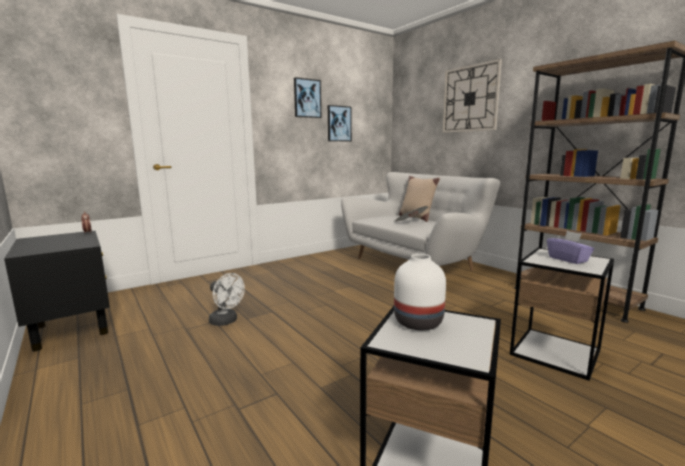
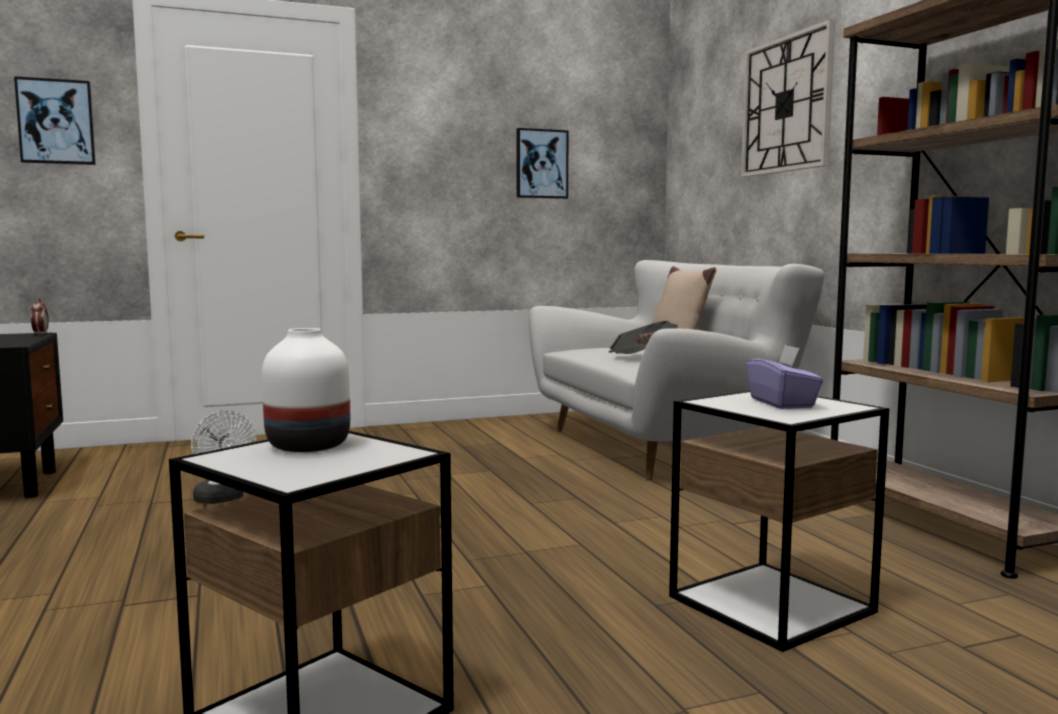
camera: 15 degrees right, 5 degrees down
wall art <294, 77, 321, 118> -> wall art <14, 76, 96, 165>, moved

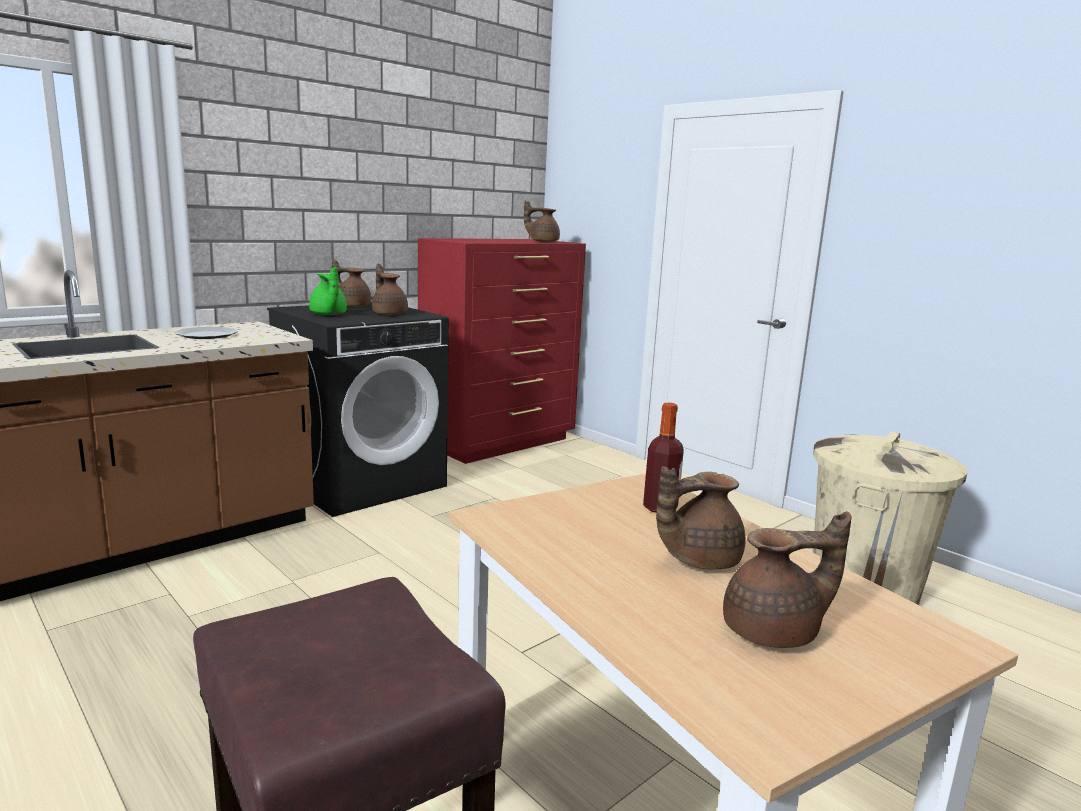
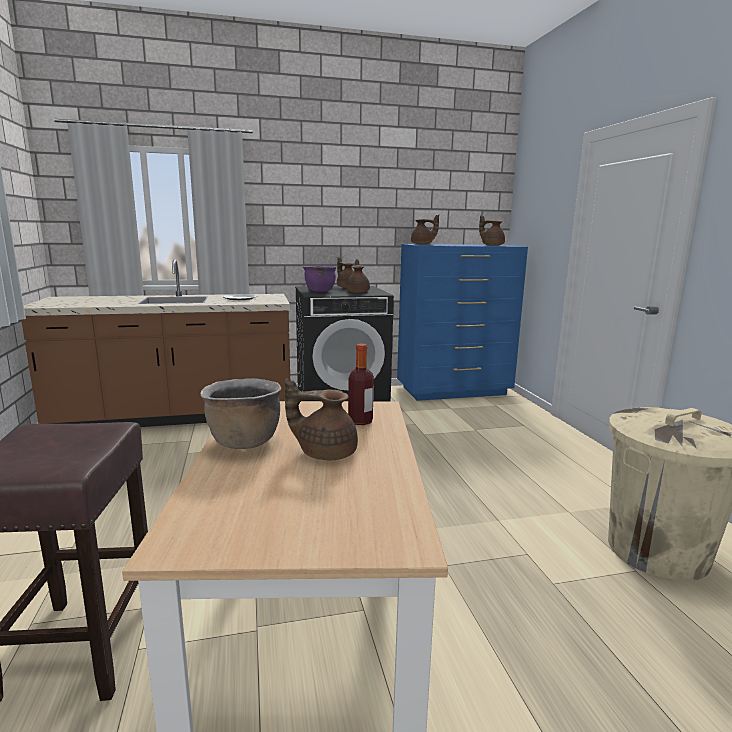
camera: 30 degrees right, 0 degrees up
none -> brown-coloured stockpot <200, 378, 281, 449>
green-coloured teapot <309, 267, 347, 315> -> purple stockpot <303, 266, 336, 292>
red chest of drawers <418, 238, 586, 464> -> bluish chest of drawers <397, 244, 528, 401>
brown-coloured teapot <723, 511, 852, 648> -> brown-coloured teapot <411, 214, 439, 244>, moved

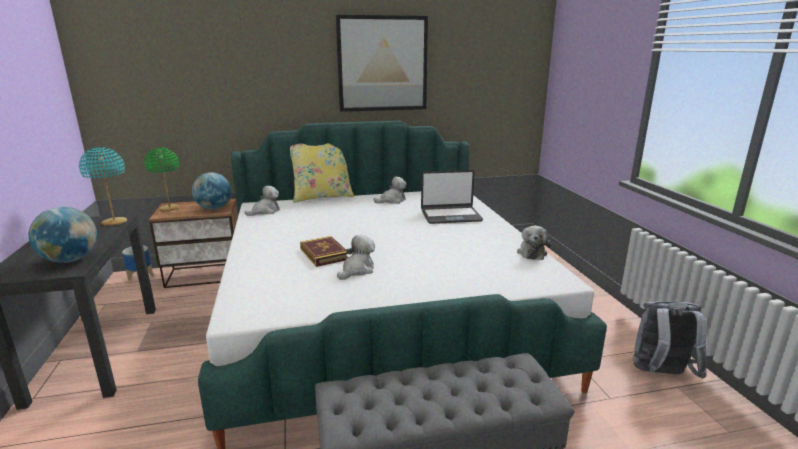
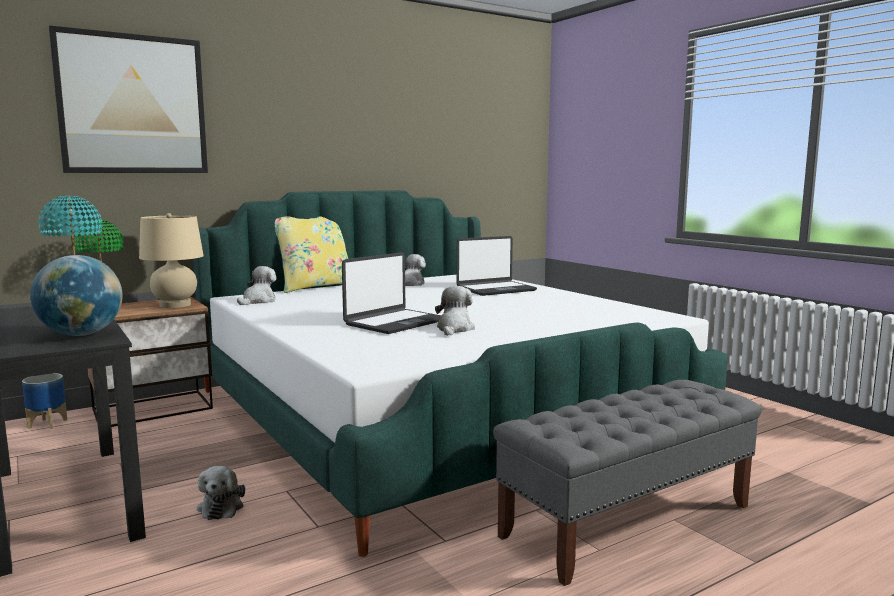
camera: 20 degrees left, 10 degrees down
wall art <336, 15, 428, 112> -> wall art <48, 26, 208, 173>, moved
world globe <192, 172, 232, 210> -> beige-coloured tabletop lamp <139, 213, 204, 308>
cuddly toy <517, 226, 551, 260> -> cuddly toy <197, 466, 245, 520>, moved
volume <300, 236, 348, 267> -> notebook computer <342, 252, 441, 334>
grey rucksack <633, 301, 707, 379> -> none

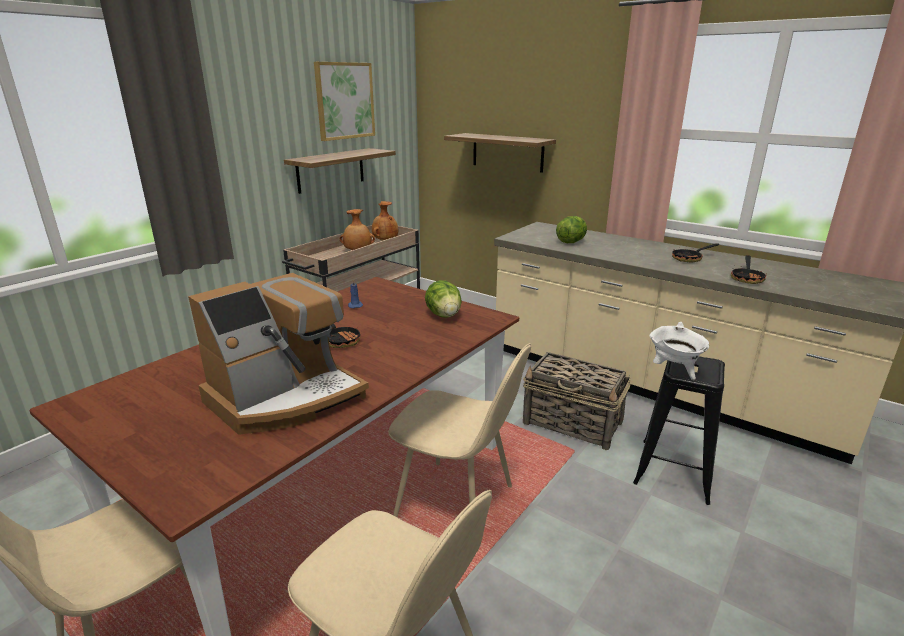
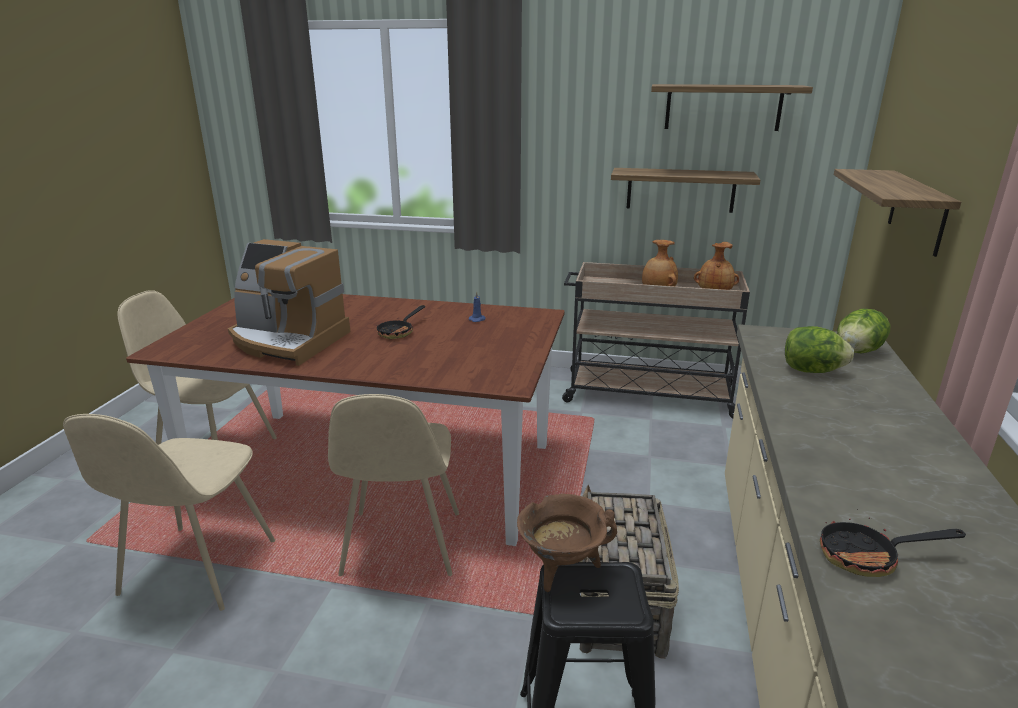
camera: 65 degrees right, 0 degrees up
white stockpot <650, 322, 709, 380> -> brown-coloured stockpot <517, 494, 617, 592>
wall art <314, 62, 375, 141> -> shelf <651, 84, 813, 131>
head of lettuce <425, 280, 462, 317> -> head of lettuce <837, 309, 890, 353>, moved
skillet <672, 243, 719, 262> -> none

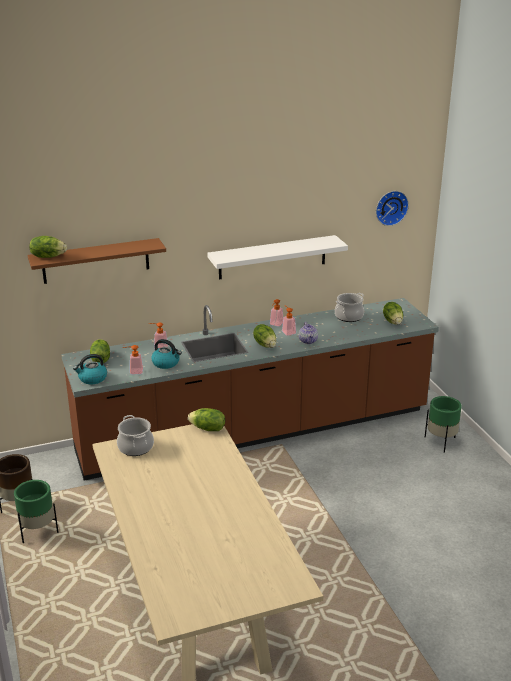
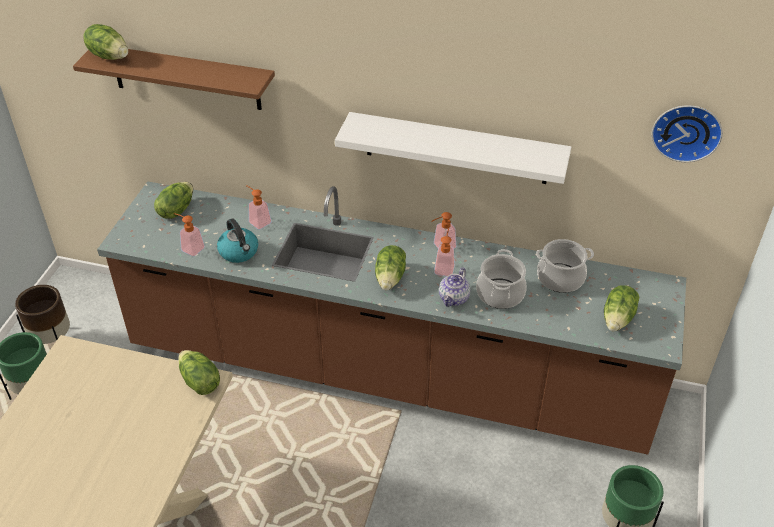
camera: 35 degrees right, 15 degrees up
stockpot <117, 415, 154, 456> -> stockpot <476, 249, 527, 309>, moved
tea kettle <73, 354, 107, 384> -> none

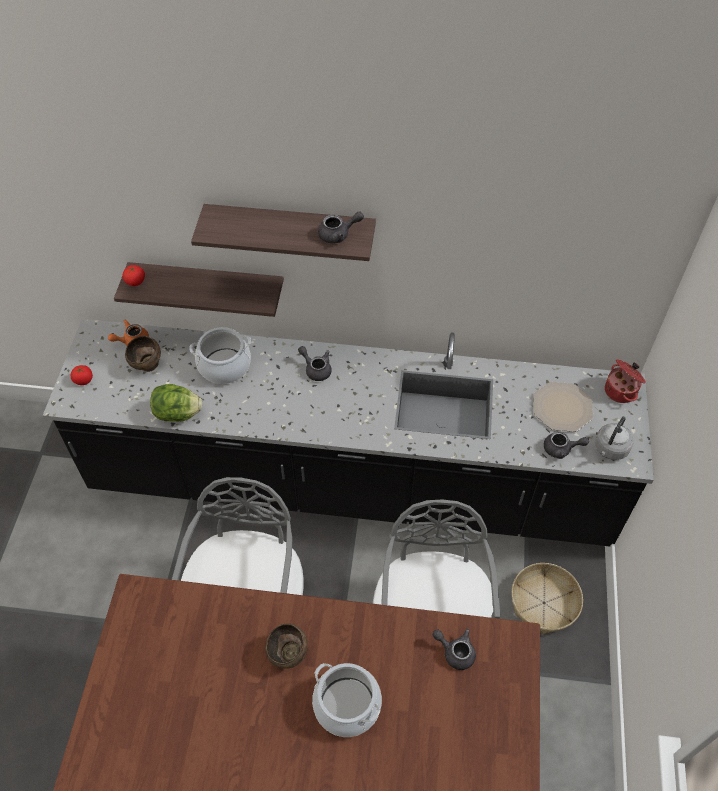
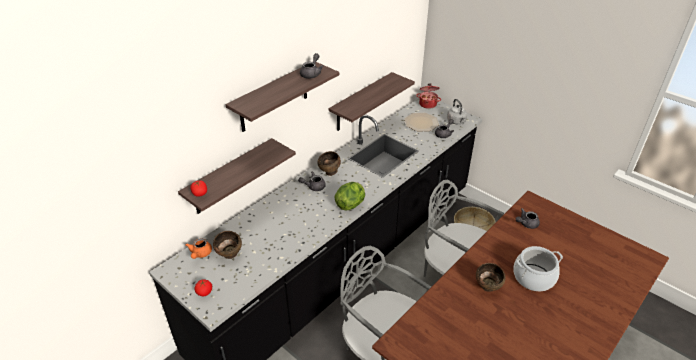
camera: 55 degrees left, 15 degrees down
none -> brown-coloured serving bowl <317, 151, 341, 176>
none -> shelf <329, 72, 415, 131>
head of lettuce <150, 384, 202, 422> -> head of lettuce <334, 182, 365, 211>, moved
stockpot <189, 327, 251, 384> -> none

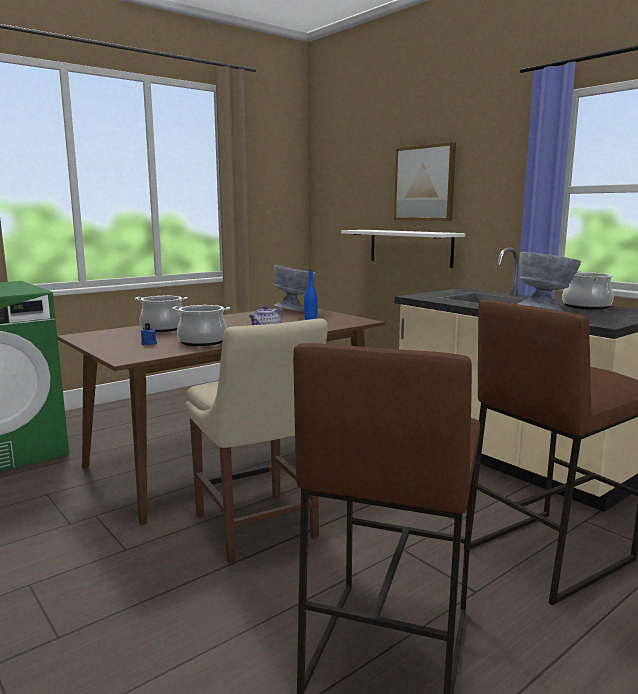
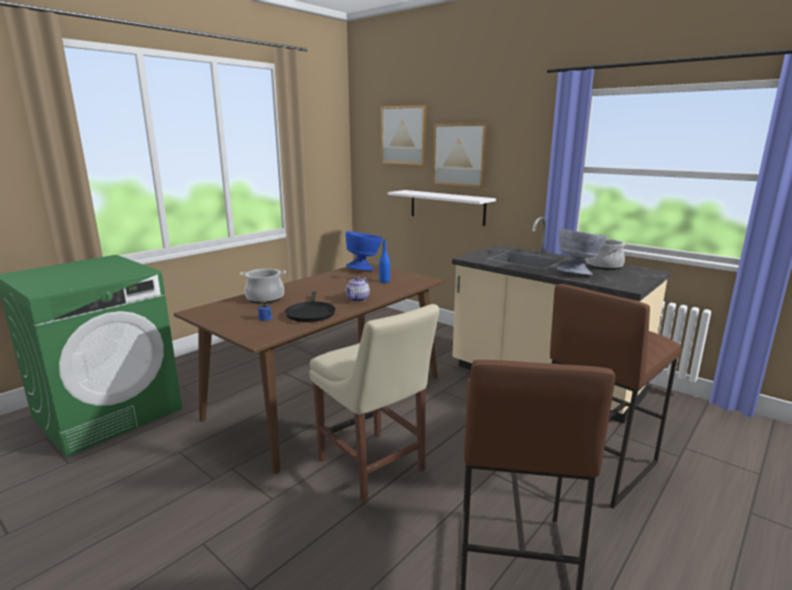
camera: 10 degrees left, 5 degrees up
stockpot <172, 305, 230, 346> -> black skillet <285, 291, 336, 322>
grey serving bowl <274, 265, 318, 311> -> bluish serving bowl <346, 231, 383, 271>
none -> wall art <381, 105, 427, 165>

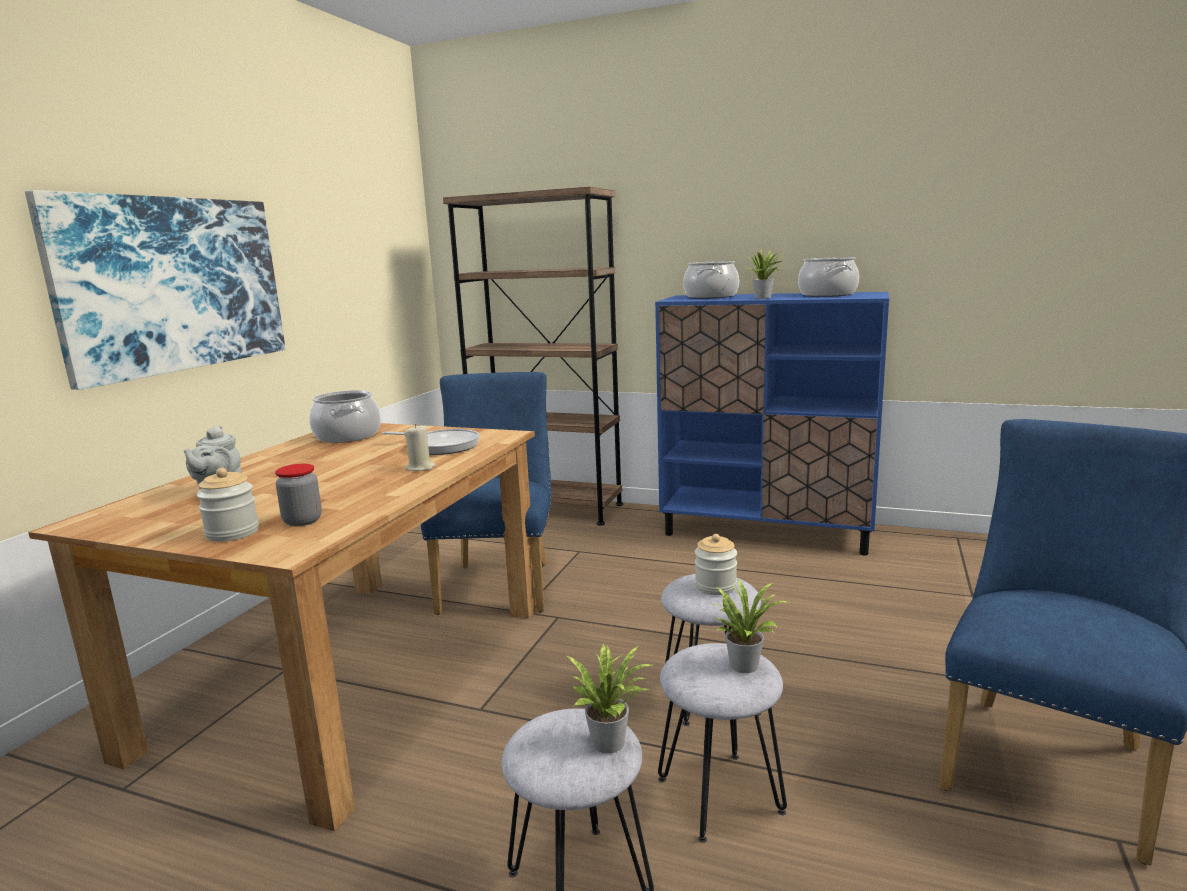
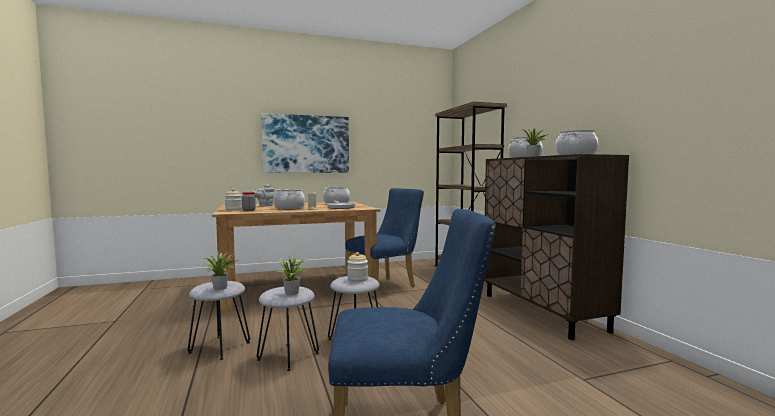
camera: 50 degrees right, 10 degrees down
none -> stockpot <273, 189, 305, 210>
bluish cabinet <655, 292, 889, 555> -> brown-coloured cabinet <484, 154, 629, 340>

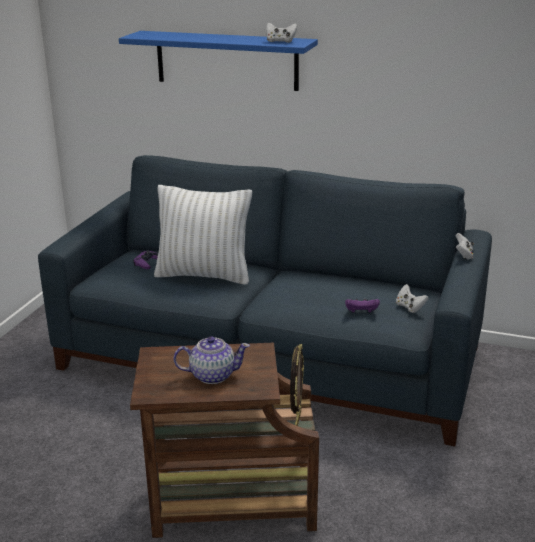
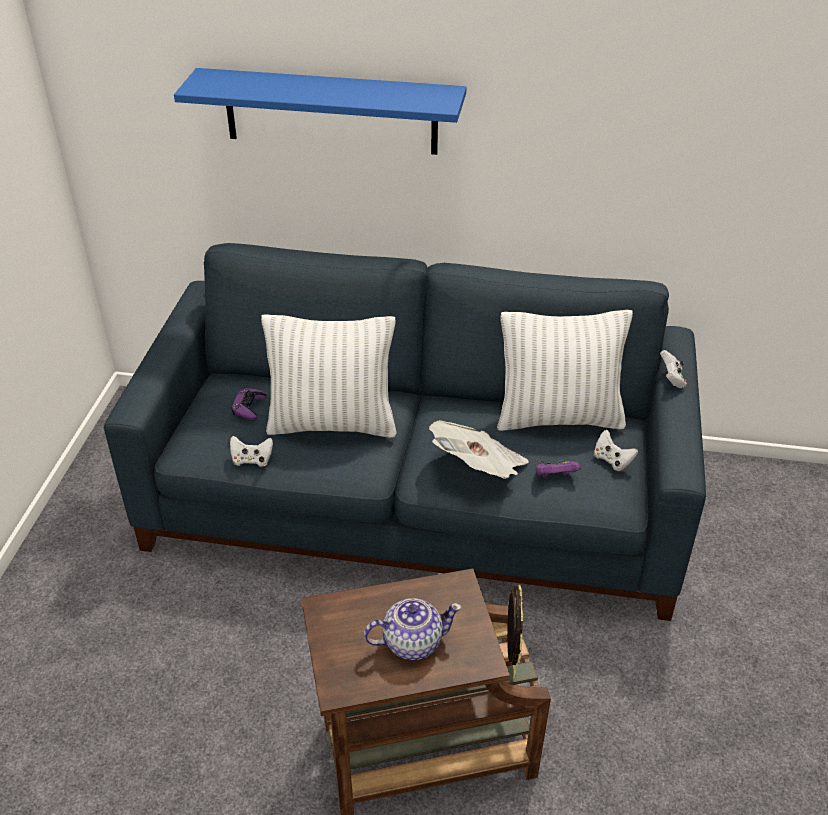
camera: 10 degrees left, 15 degrees up
white game controller <266, 23, 297, 43> -> white game controller <230, 436, 273, 467>, moved
none -> printed paper <429, 420, 529, 479>
none -> white pillow <497, 310, 633, 431>

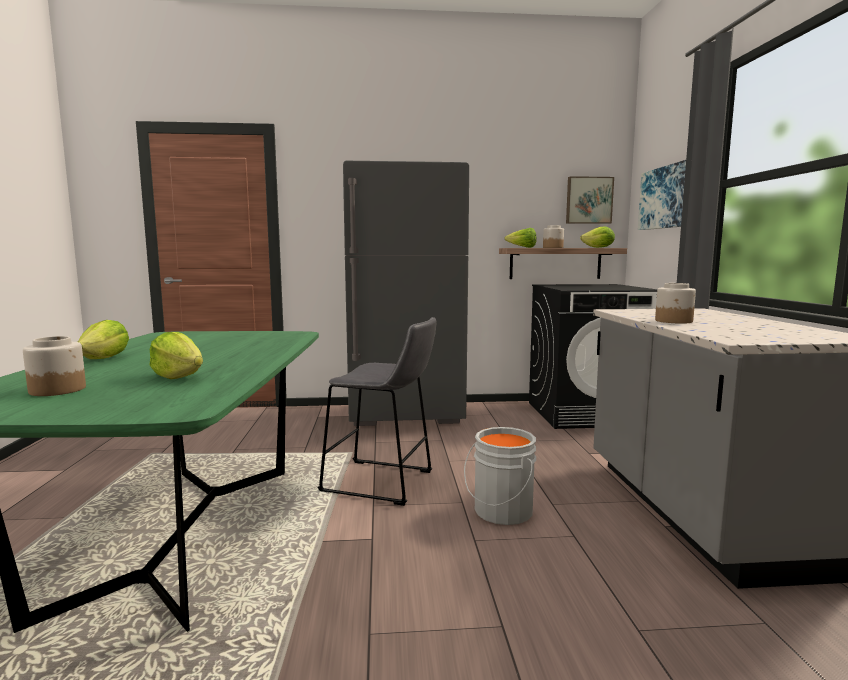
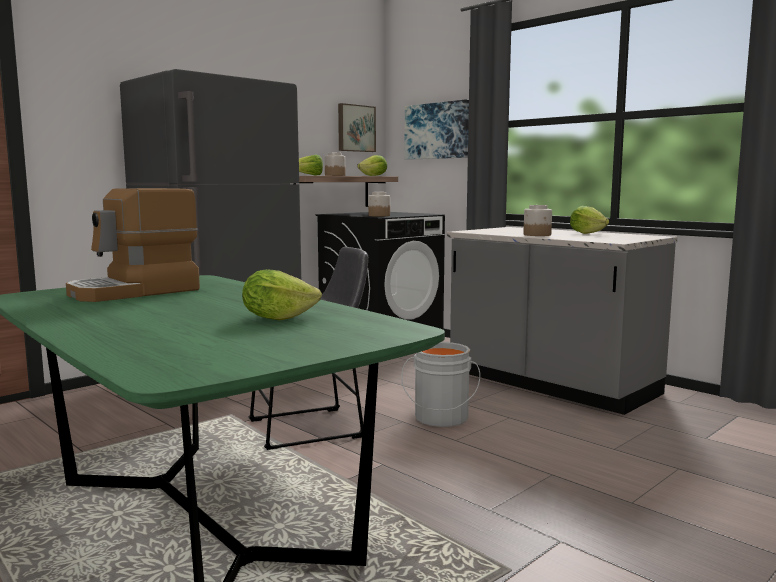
camera: 40 degrees left, 0 degrees up
none -> coffee machine <66, 188, 200, 302>
jar <23, 336, 86, 396> -> jar <368, 192, 390, 217>, moved
head of lettuce <78, 320, 129, 359> -> head of lettuce <570, 206, 609, 234>, moved

